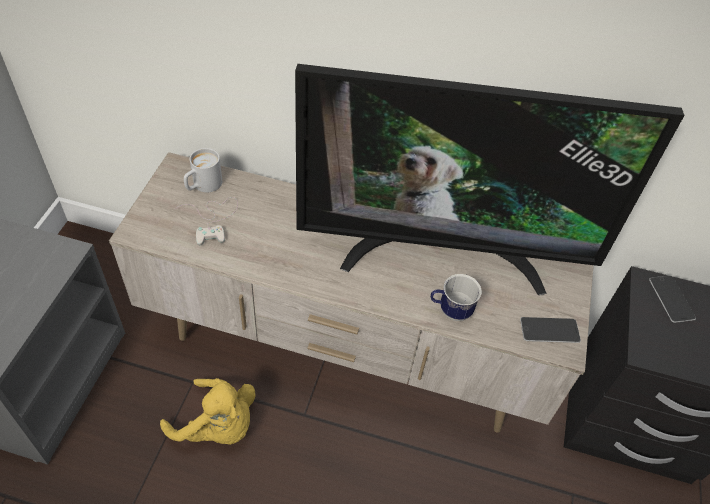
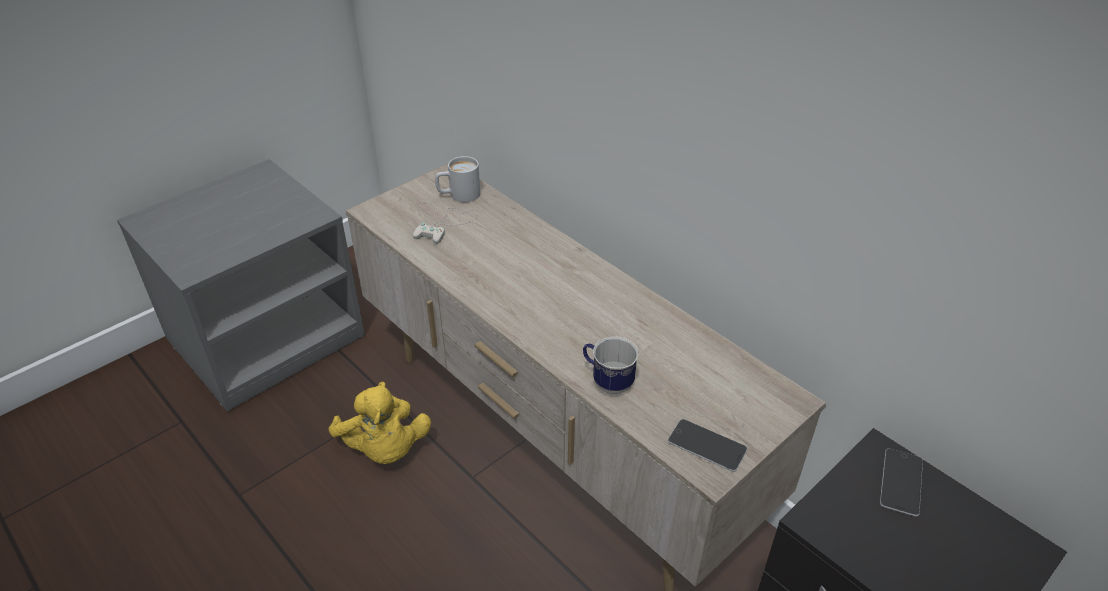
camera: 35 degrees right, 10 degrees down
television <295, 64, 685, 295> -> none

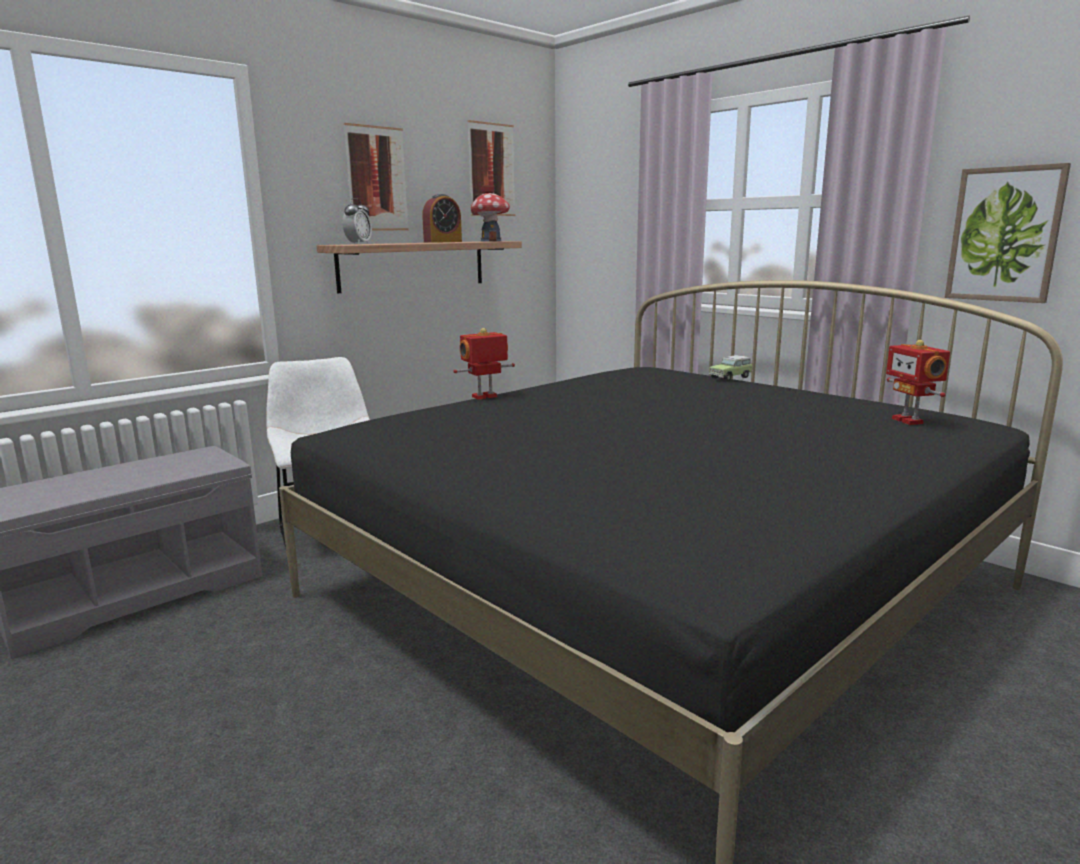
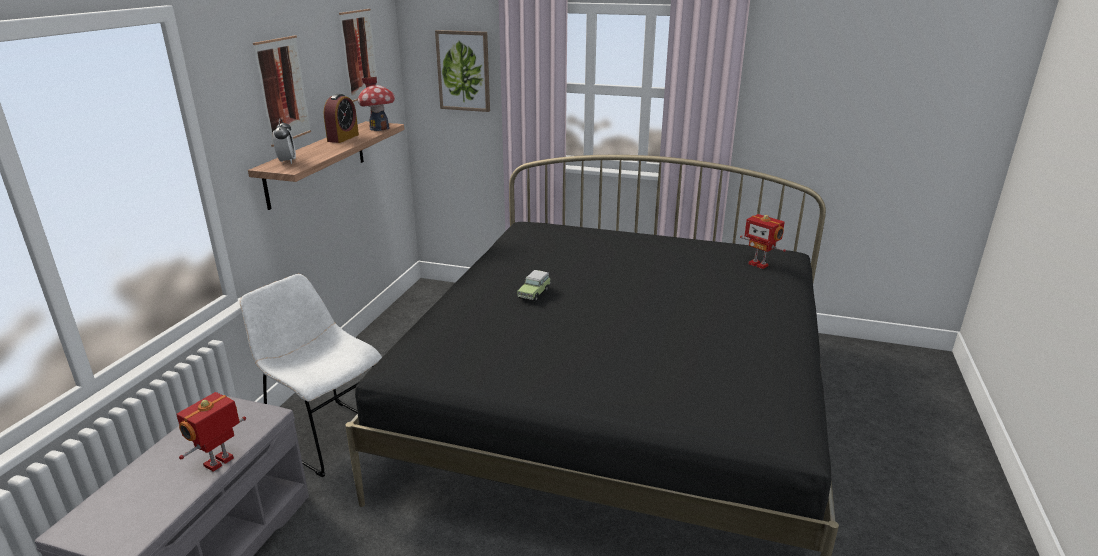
camera: 30 degrees left, 10 degrees up
robot figure <453, 328, 515, 400> -> robot figure <176, 392, 246, 472>, moved
wall art <945, 163, 1071, 303> -> wall art <435, 30, 490, 112>, moved
miniature car <709, 355, 753, 381> -> miniature car <517, 270, 551, 302>, moved

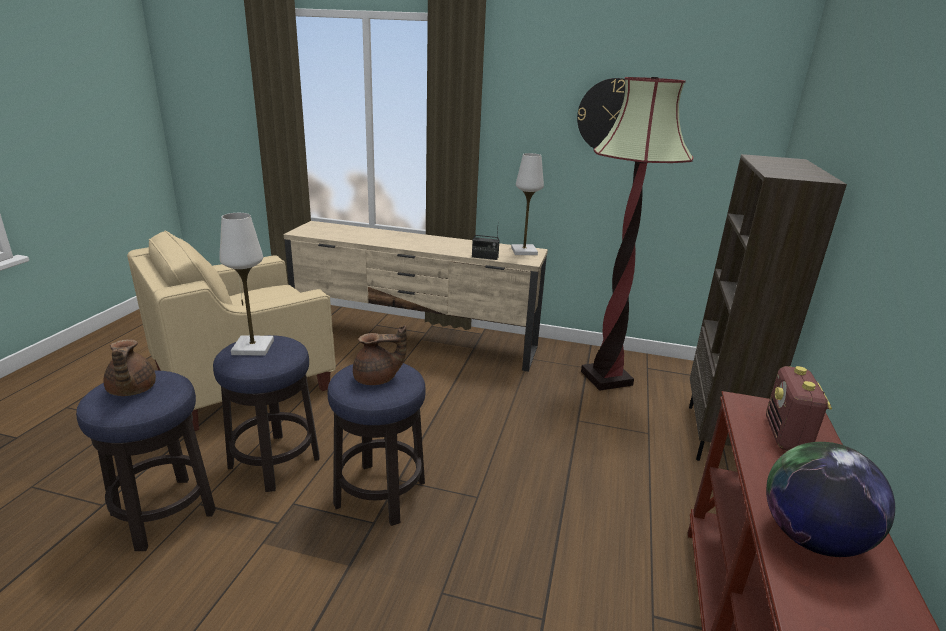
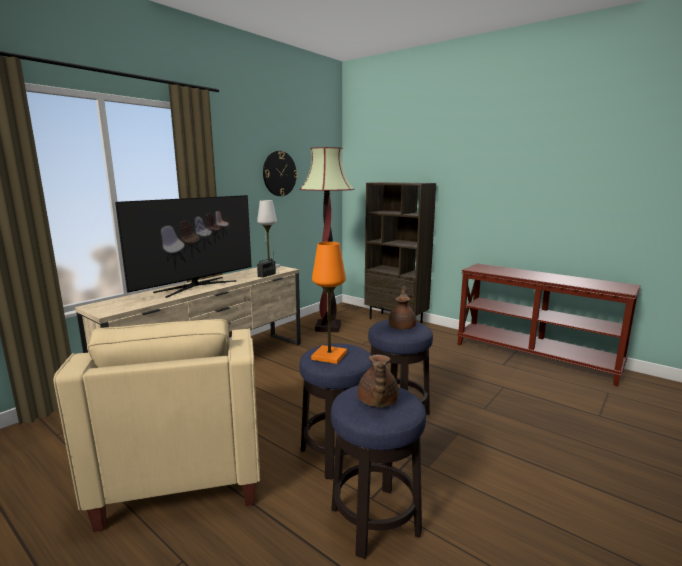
camera: 65 degrees left, 10 degrees down
none -> television <115, 195, 252, 298>
white tabletop lamp <219, 213, 274, 356> -> orange-coloured tabletop lamp <311, 242, 347, 364>
brown-coloured teapot <103, 339, 156, 396> -> brown-coloured teapot <358, 355, 399, 407>, 90 degrees clockwise
radio <766, 366, 832, 451> -> none
world globe <766, 442, 895, 557> -> none

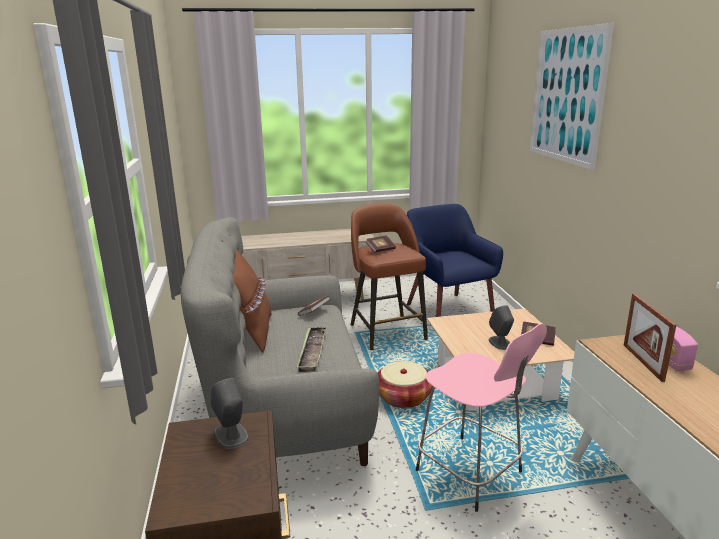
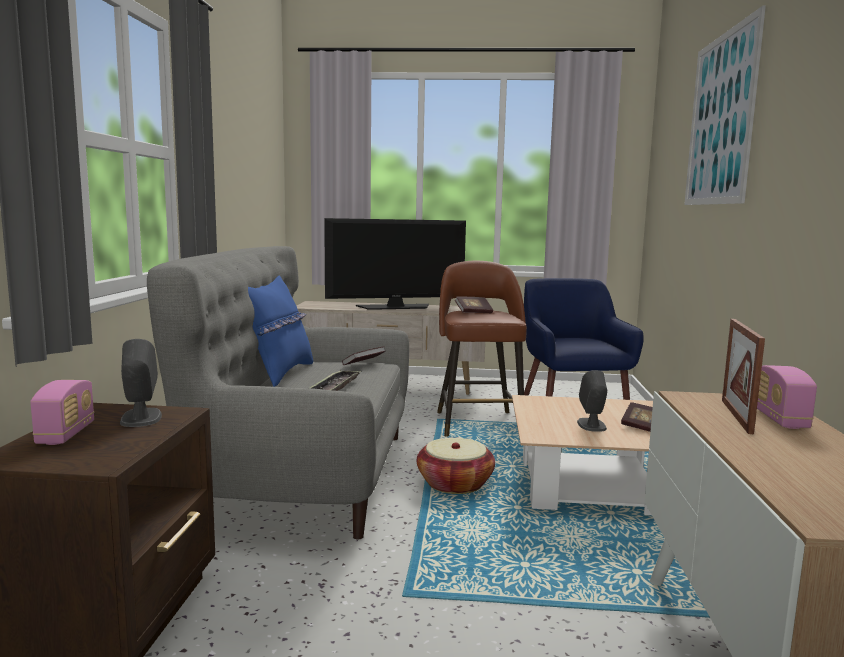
camera: 15 degrees right, 10 degrees down
none -> radio <30, 380, 94, 445>
brown-coloured pillow <232, 250, 271, 352> -> bluish pillow <248, 276, 314, 387>
none -> television <324, 218, 466, 310>
pinkish sitting stool <416, 324, 547, 512> -> none

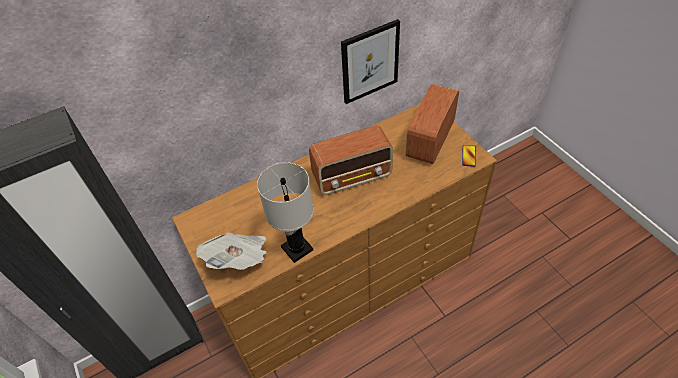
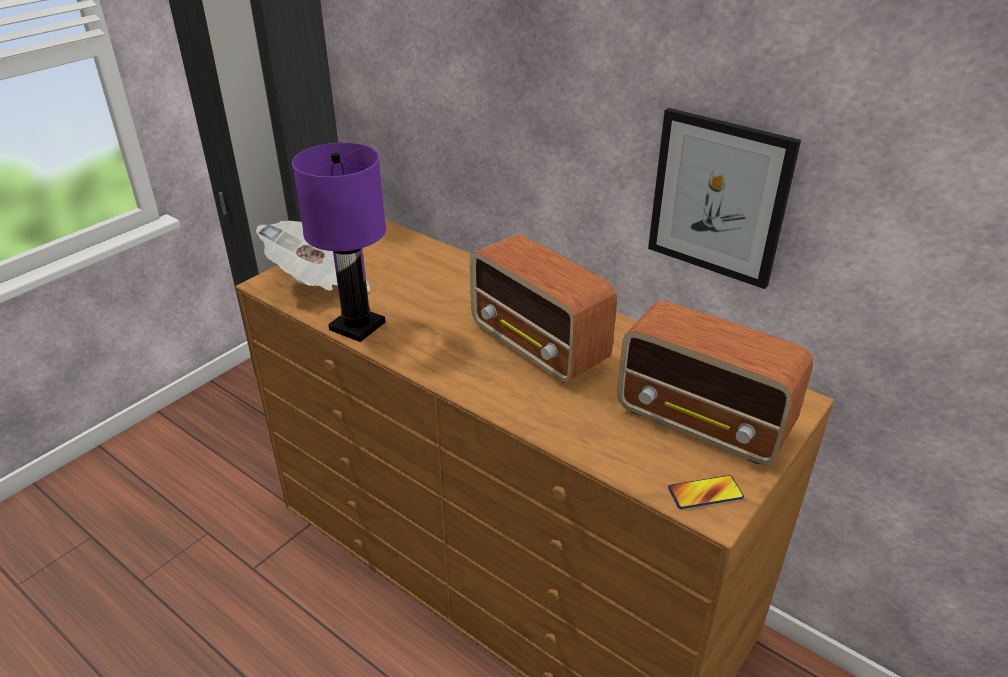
camera: 65 degrees right, 15 degrees down
white tabletop lamp <257, 162, 314, 263> -> purple tabletop lamp <292, 143, 386, 342>
radio <405, 84, 459, 164> -> radio <617, 301, 813, 465>, 150 degrees counterclockwise

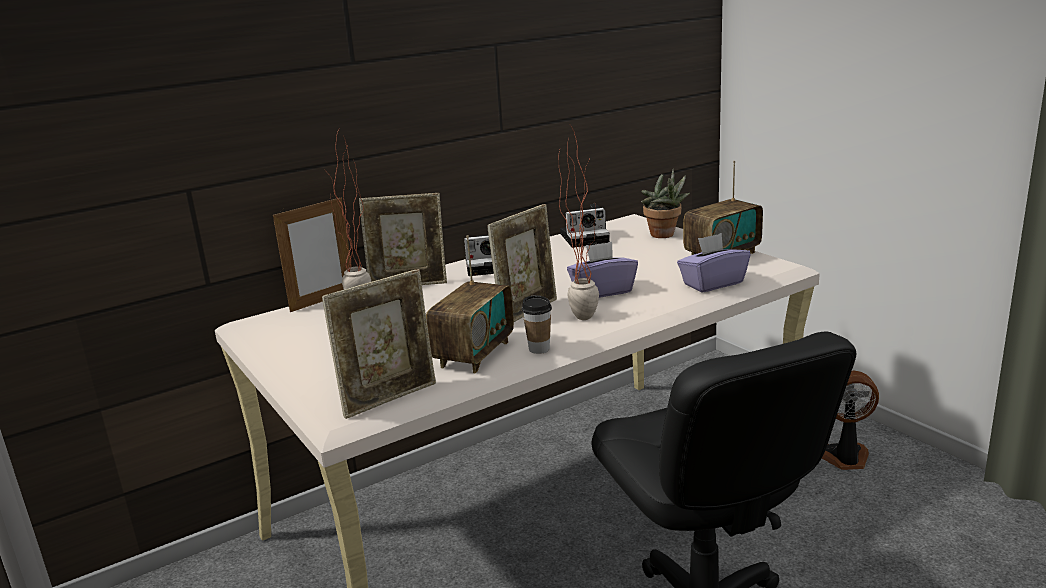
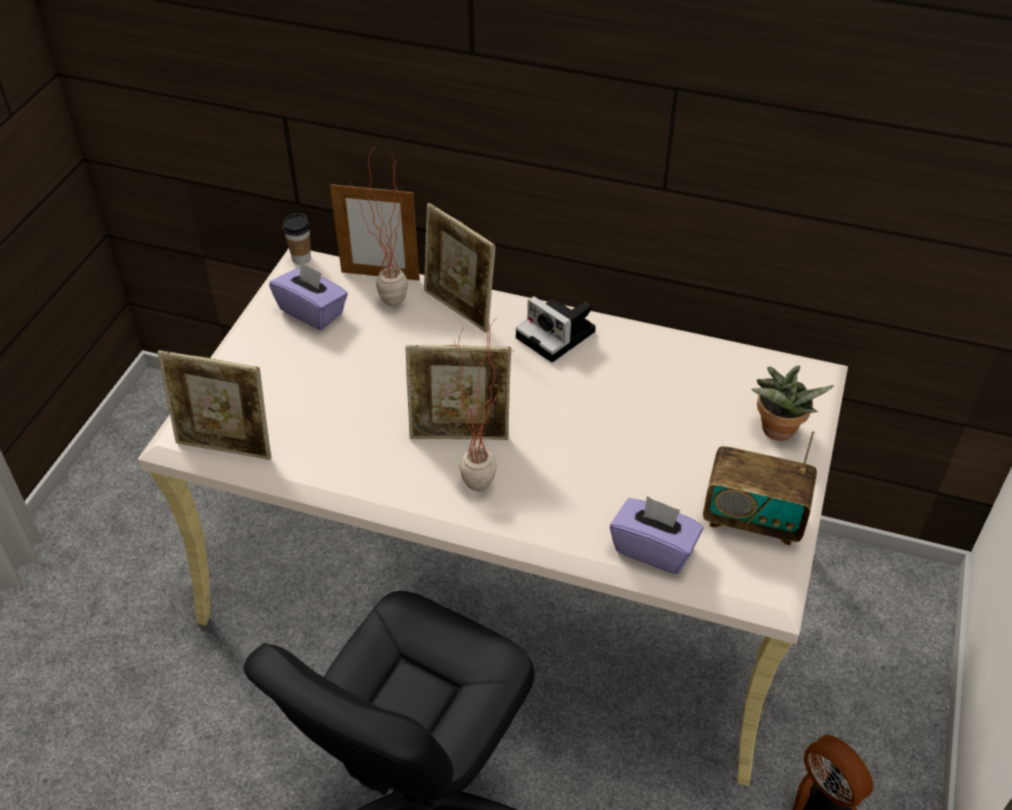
camera: 50 degrees right, 25 degrees up
purple box of tissues <567, 242, 638, 298> -> purple box of tissues <269, 262, 348, 330>, moved
cup <522, 295, 552, 354> -> cup <283, 213, 311, 265>, moved
radio <426, 236, 514, 373> -> none
still camera <560, 204, 610, 248> -> none

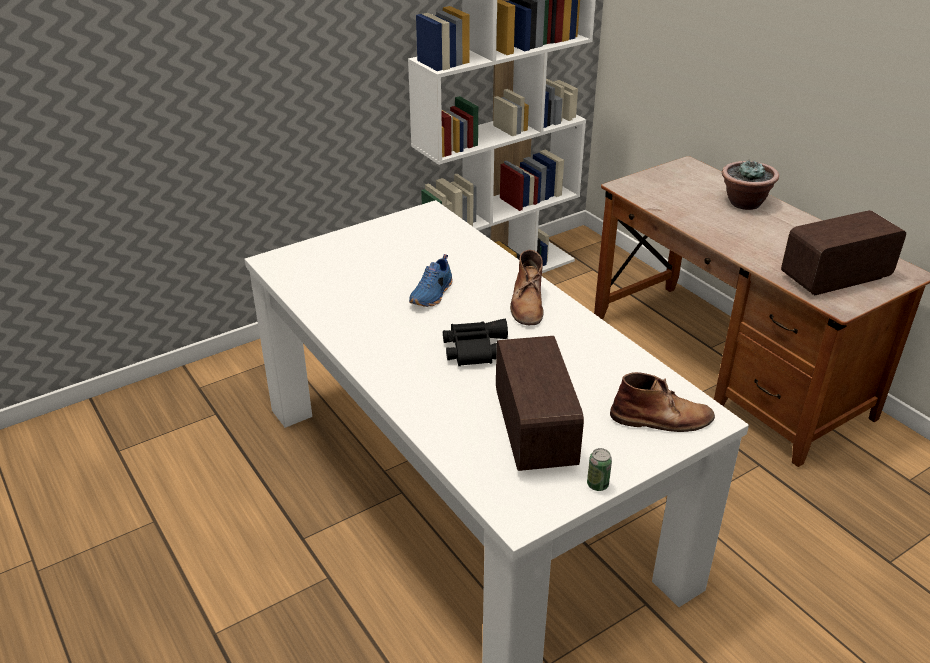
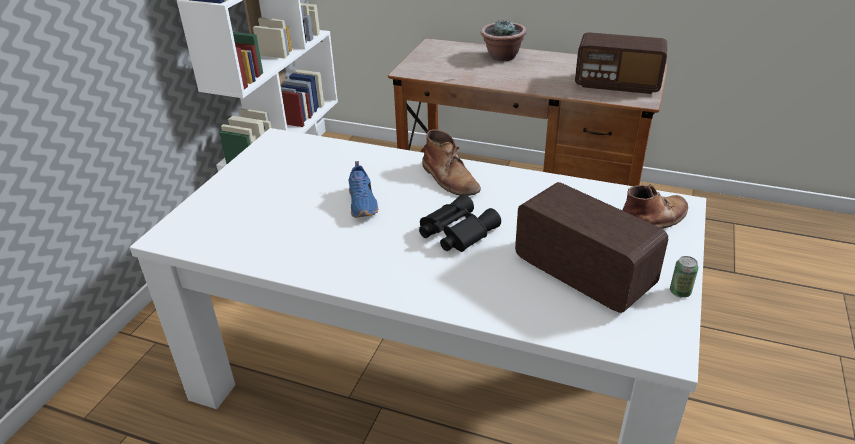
camera: 35 degrees left, 0 degrees up
radio <781, 210, 906, 295> -> radio <575, 32, 667, 94>, 105 degrees counterclockwise

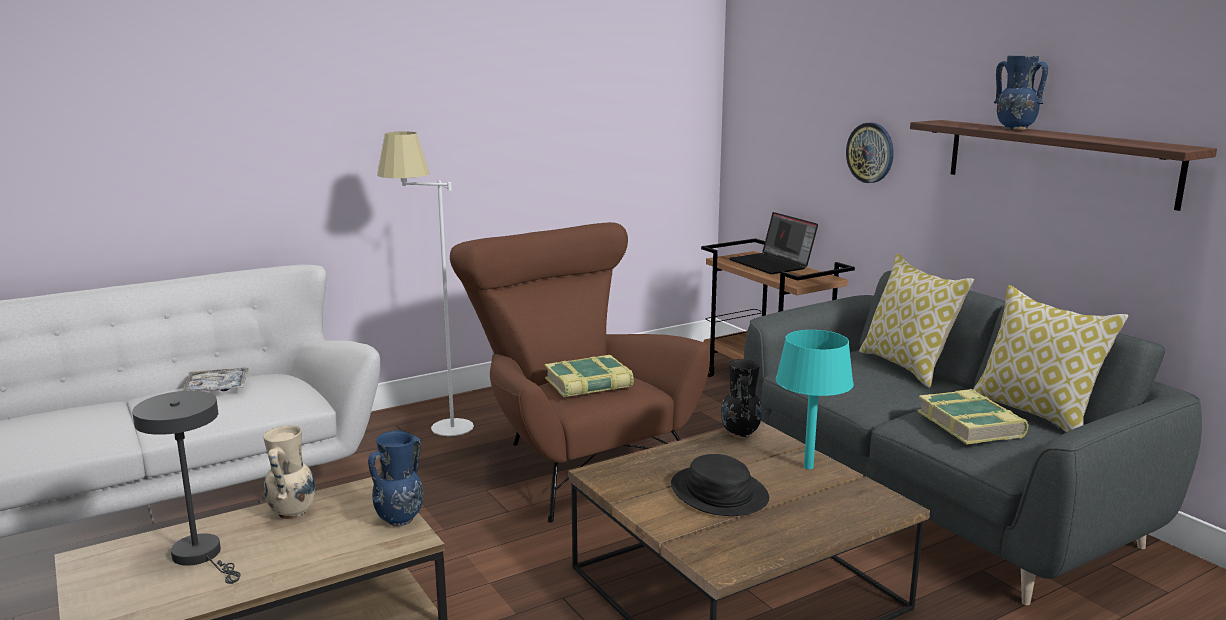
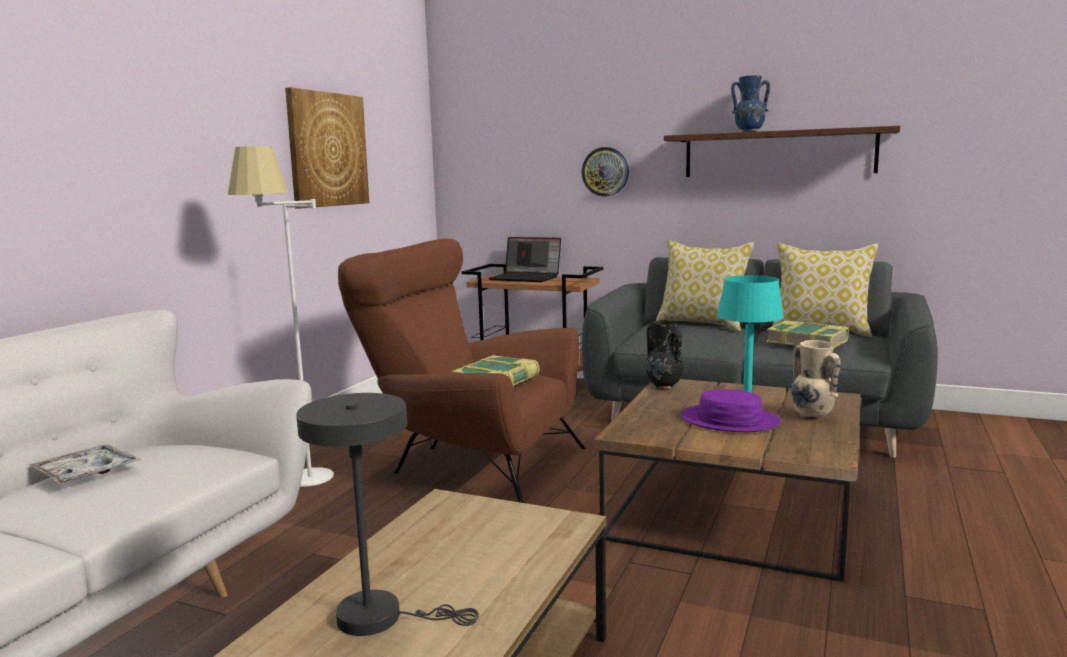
camera: 35 degrees left, 5 degrees down
none -> wall art <285, 87, 369, 208>
black clothing hat <671, 454, 769, 516> -> purple clothing hat <681, 389, 781, 432>
beige-coloured vase <263, 425, 315, 519> -> beige-coloured vase <791, 340, 840, 421>, moved
bluish vase <368, 430, 423, 527> -> none

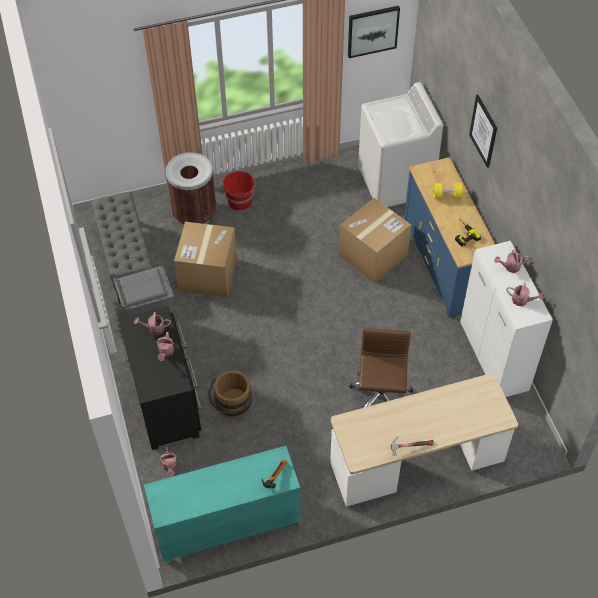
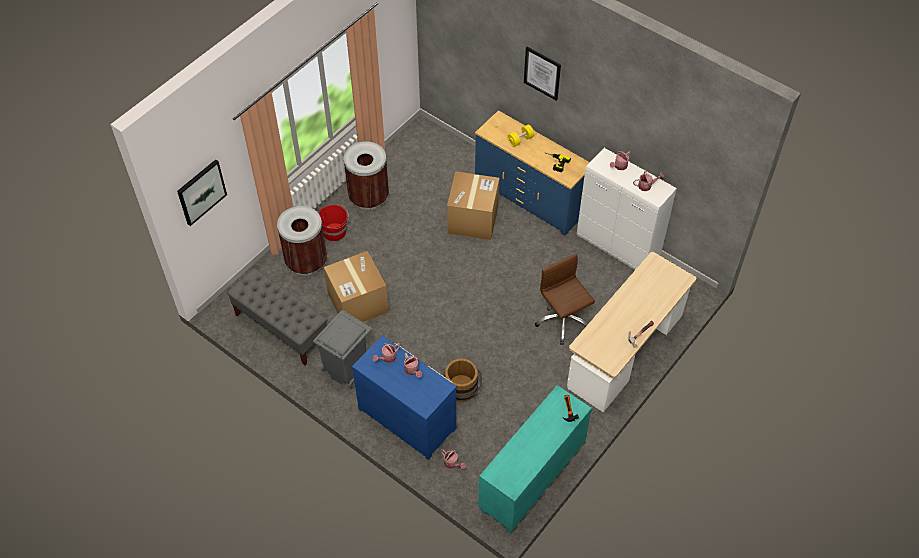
camera: 35 degrees left, 0 degrees up
wall art <348, 6, 400, 58> -> wall art <177, 160, 227, 226>, moved
none -> brown-coloured waste bin <344, 141, 389, 210>
black chest of drawers <119, 306, 201, 450> -> bluish chest of drawers <352, 335, 457, 460>
white washing machine <358, 82, 443, 207> -> none

